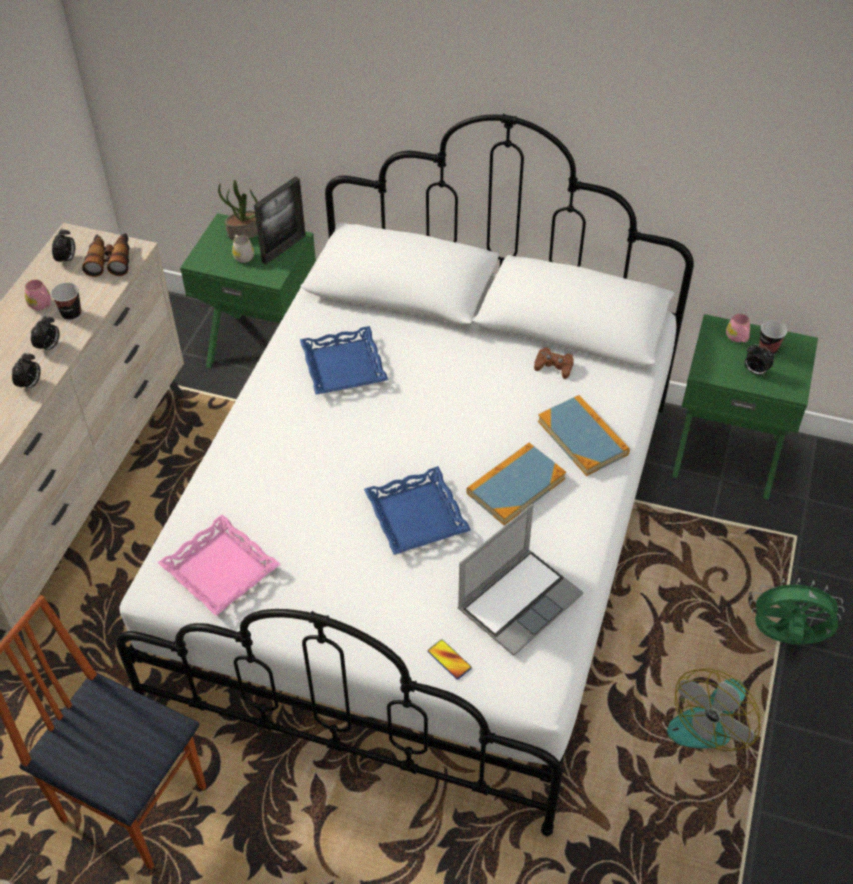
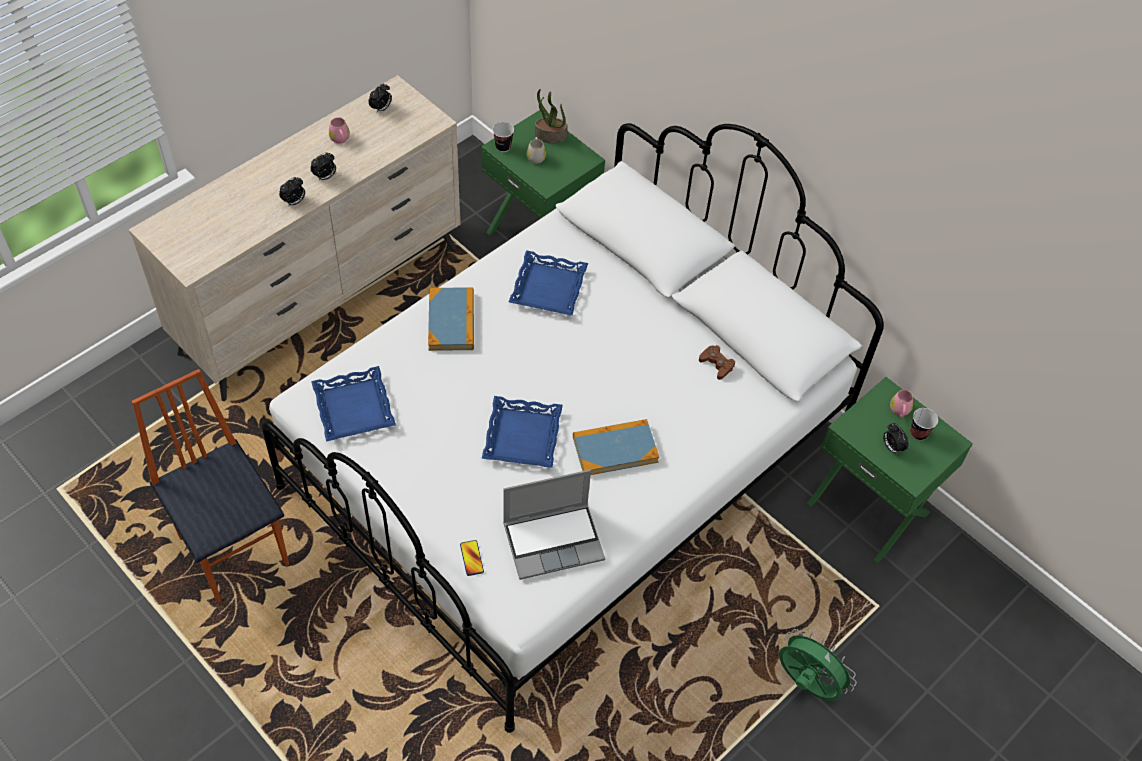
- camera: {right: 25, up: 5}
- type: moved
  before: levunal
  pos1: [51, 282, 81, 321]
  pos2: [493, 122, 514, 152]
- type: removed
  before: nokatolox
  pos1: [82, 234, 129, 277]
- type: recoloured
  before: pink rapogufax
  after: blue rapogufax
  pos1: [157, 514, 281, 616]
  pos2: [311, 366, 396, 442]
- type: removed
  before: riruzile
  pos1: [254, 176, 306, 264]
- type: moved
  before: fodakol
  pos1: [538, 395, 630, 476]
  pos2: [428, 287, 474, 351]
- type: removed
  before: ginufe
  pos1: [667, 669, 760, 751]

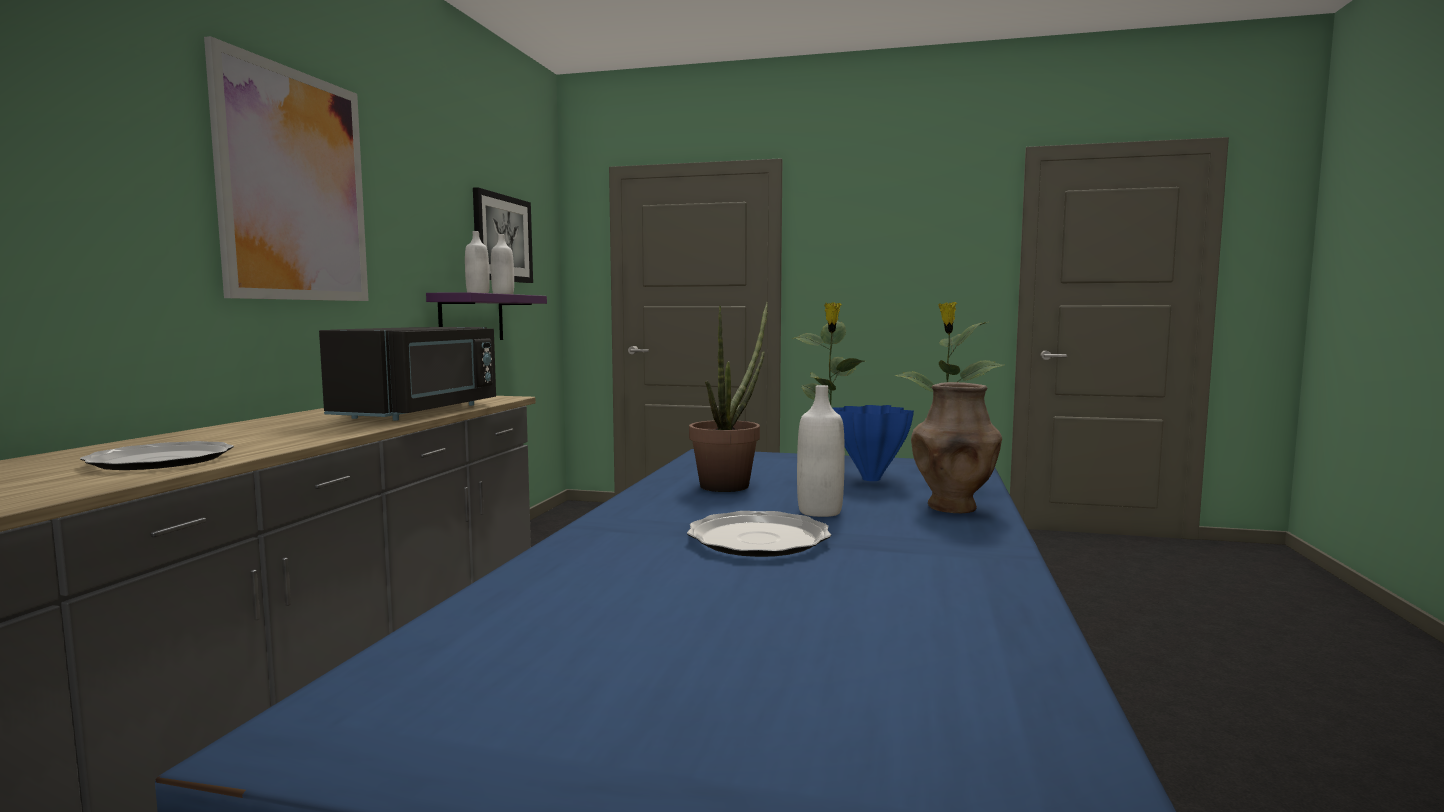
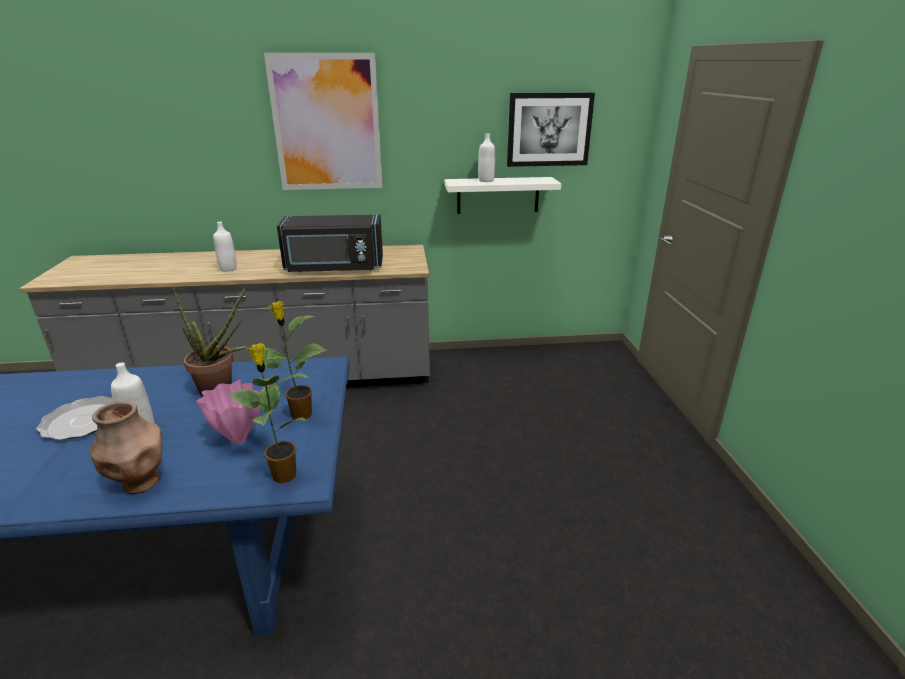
- camera: {right: 70, up: 20}
- type: removed
  before: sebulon
  pos1: [80, 441, 234, 470]
- type: recoloured
  before: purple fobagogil
  after: white fobagogil
  pos1: [426, 292, 547, 340]
  pos2: [444, 177, 561, 214]
- type: moved
  before: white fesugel
  pos1: [491, 234, 514, 294]
  pos2: [213, 222, 237, 272]
- type: recoloured
  before: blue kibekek
  after: pink kibekek
  pos1: [833, 405, 914, 481]
  pos2: [196, 380, 260, 444]

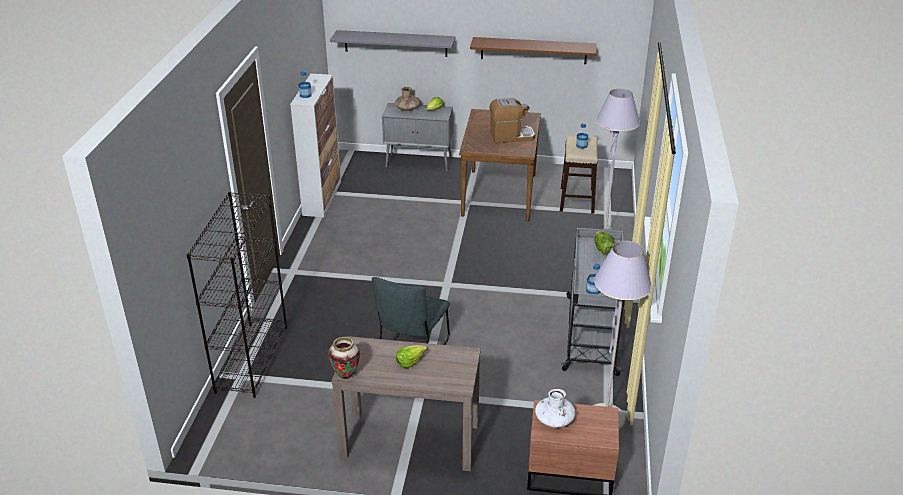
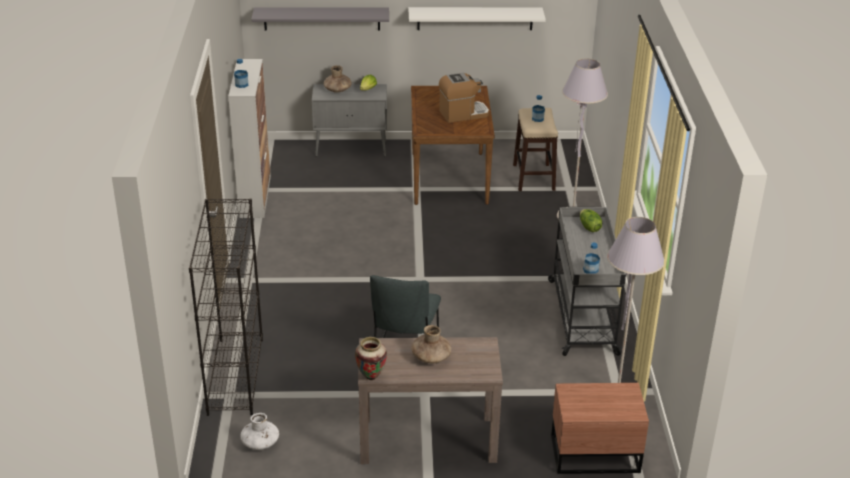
- camera: {right: -10, up: 0}
- type: replaced
  before: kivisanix
  after: brown kibekek
  pos1: [396, 345, 427, 368]
  pos2: [411, 325, 451, 363]
- type: recoloured
  before: brown fobagogil
  after: white fobagogil
  pos1: [470, 37, 597, 64]
  pos2: [409, 7, 546, 30]
- type: moved
  before: white kibekek
  pos1: [535, 389, 575, 428]
  pos2: [241, 413, 279, 450]

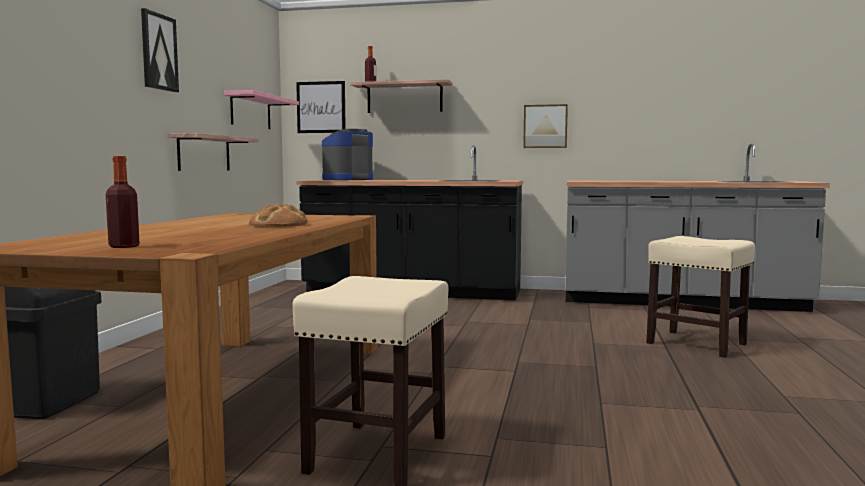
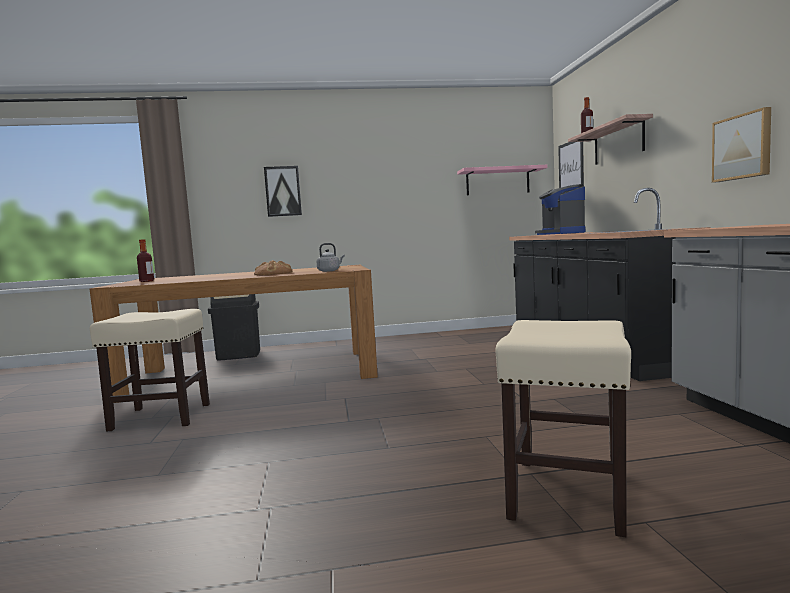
- camera: {right: 70, up: 0}
- type: moved
  before: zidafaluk
  pos1: [141, 8, 179, 92]
  pos2: [264, 166, 302, 217]
- type: removed
  before: fobagogil
  pos1: [169, 133, 259, 171]
- type: turned
  before: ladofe
  pos1: [322, 129, 373, 180]
  pos2: [535, 184, 585, 235]
  turn: -120
- type: added
  after: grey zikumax
  pos2: [316, 243, 345, 272]

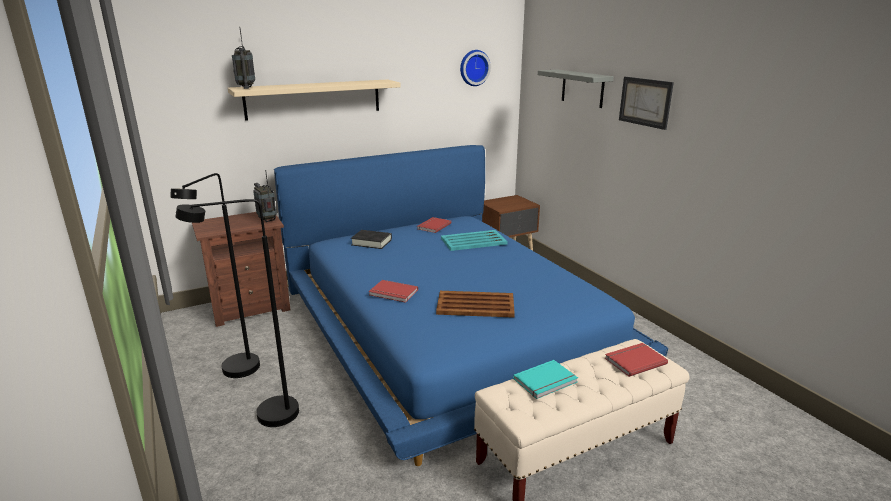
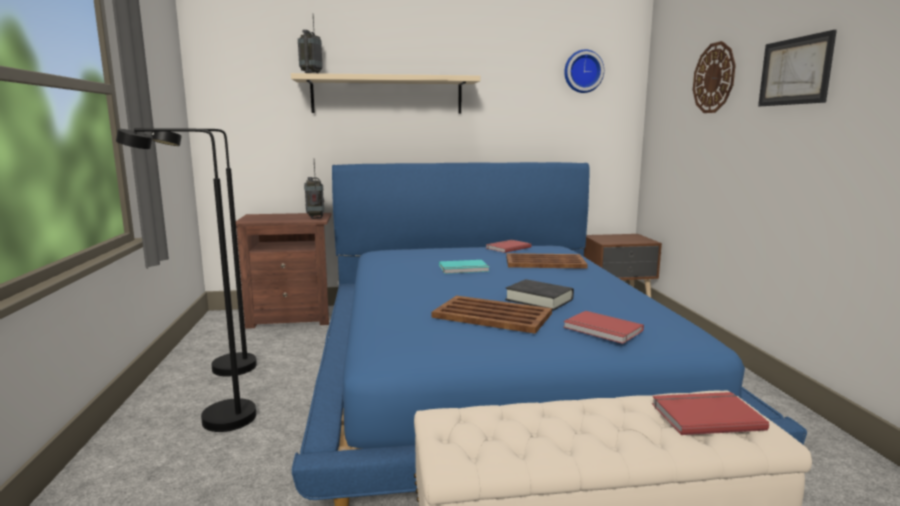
- camera: {right: 20, up: -10}
- type: moved
  before: black fodakol
  pos1: [351, 230, 392, 249]
  pos2: [505, 279, 574, 311]
- type: moved
  before: red fodakol
  pos1: [369, 280, 418, 303]
  pos2: [563, 311, 644, 344]
- type: recoloured
  before: turquoise rapogufax
  after: brown rapogufax
  pos1: [441, 230, 508, 251]
  pos2: [506, 253, 588, 269]
- type: moved
  before: turquoise fodakol
  pos1: [513, 360, 578, 399]
  pos2: [439, 260, 489, 274]
- type: replaced
  before: grey fobagogil
  after: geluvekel
  pos1: [538, 70, 614, 108]
  pos2: [693, 41, 736, 113]

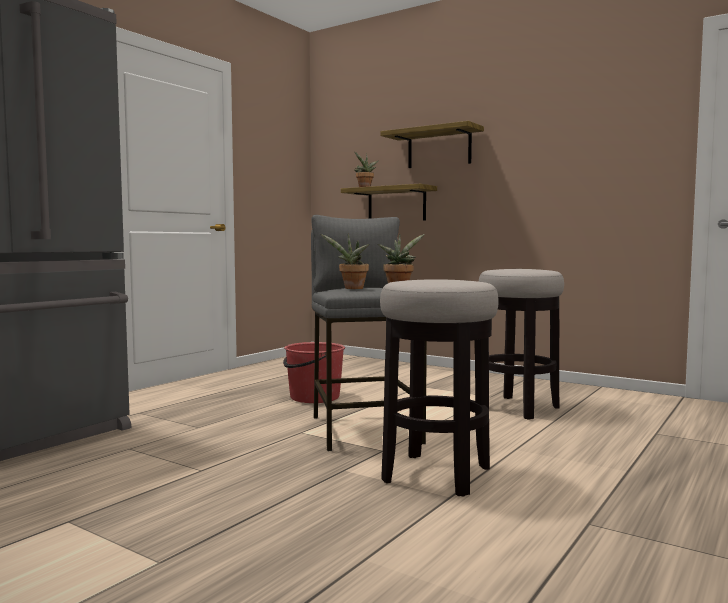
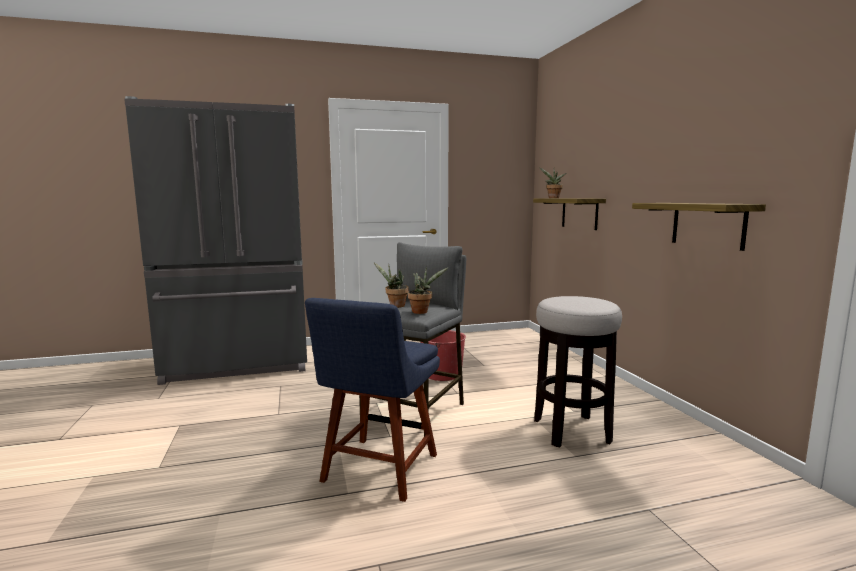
- camera: {right: 40, up: 5}
- type: moved
  before: fobagogil
  pos1: [380, 121, 484, 168]
  pos2: [632, 203, 766, 251]
- type: replaced
  before: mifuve
  after: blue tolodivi
  pos1: [380, 279, 498, 496]
  pos2: [305, 298, 440, 502]

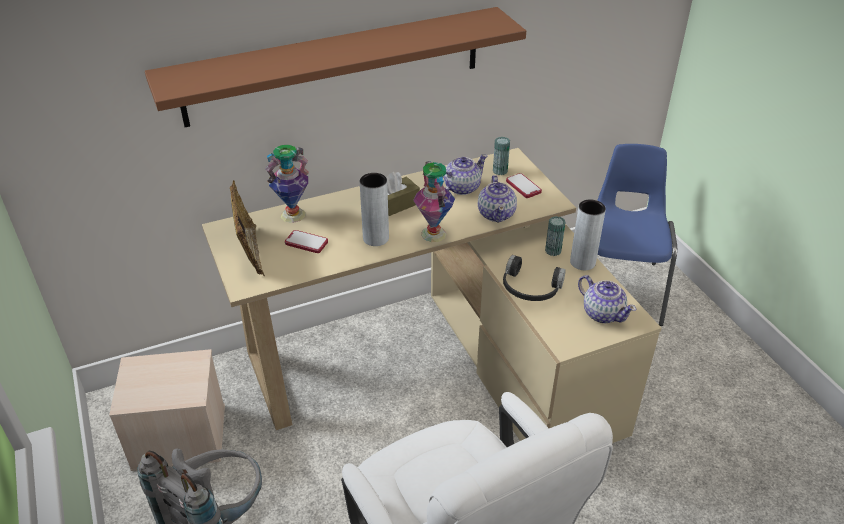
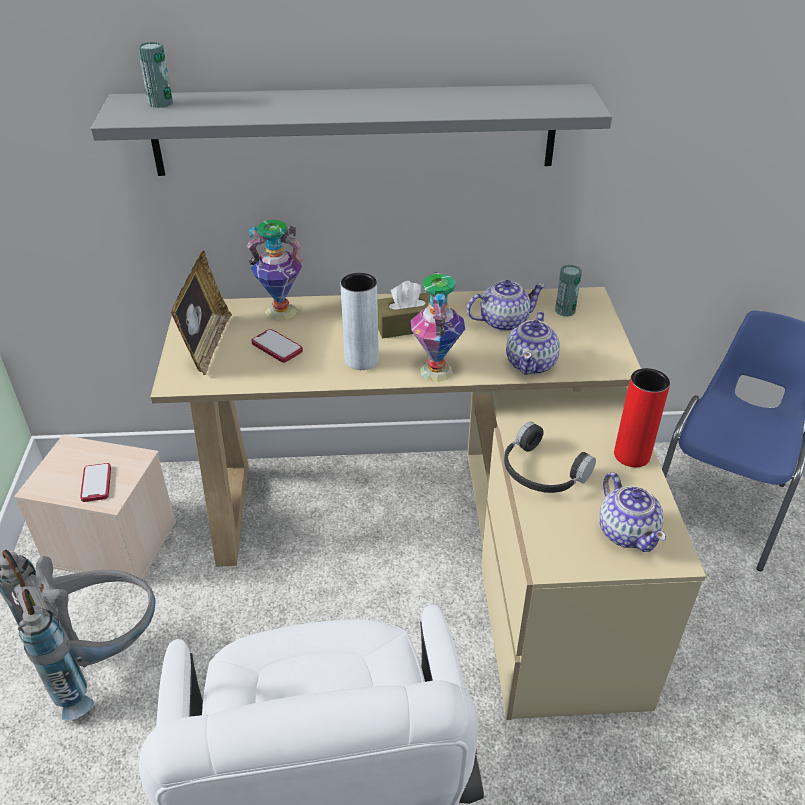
- camera: {right: 20, up: 0}
- type: recoloured
  before: brown fobagogil
  after: grey fobagogil
  pos1: [145, 7, 526, 127]
  pos2: [90, 84, 612, 176]
- type: moved
  before: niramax
  pos1: [506, 173, 542, 198]
  pos2: [80, 463, 111, 502]
- type: moved
  before: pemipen
  pos1: [545, 216, 566, 256]
  pos2: [137, 42, 173, 108]
- type: recoloured
  before: grey kibekek
  after: red kibekek
  pos1: [570, 200, 606, 270]
  pos2: [614, 368, 670, 467]

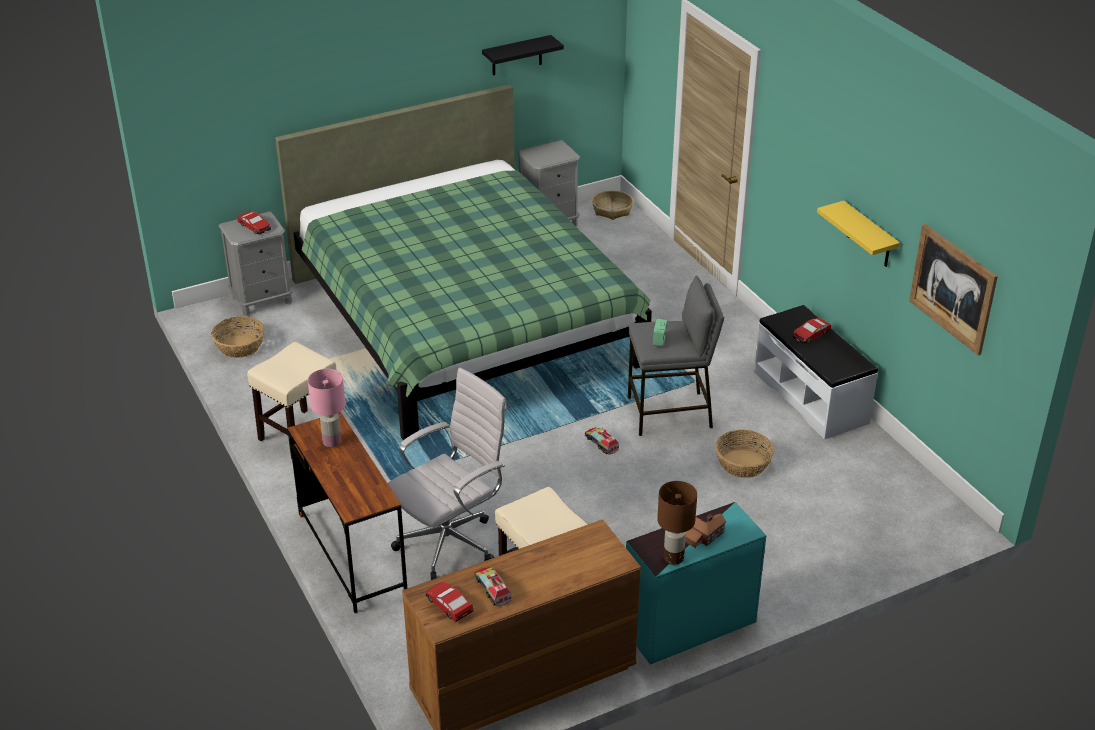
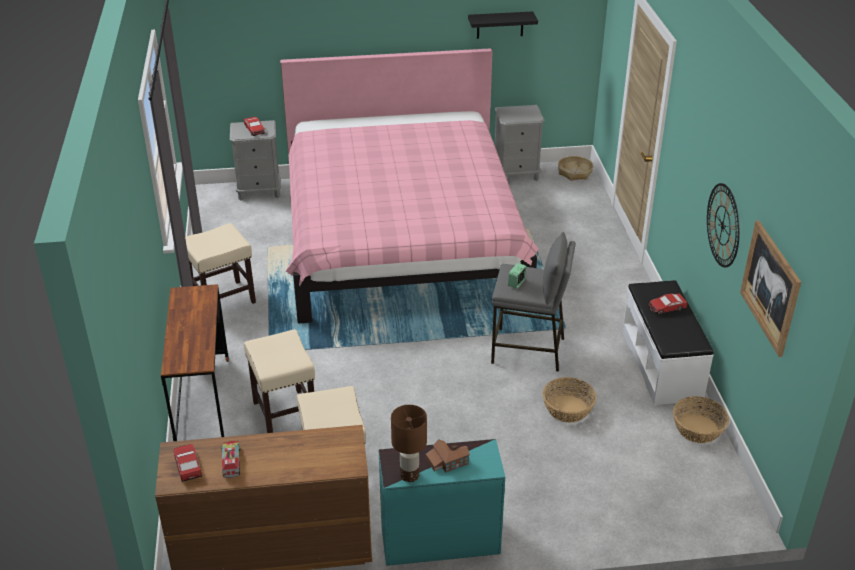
- camera: {right: 20, up: 0}
- type: moved
  before: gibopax
  pos1: [211, 316, 265, 358]
  pos2: [673, 396, 729, 443]
- type: recoloured
  before: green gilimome
  after: pink gilimome
  pos1: [275, 84, 652, 440]
  pos2: [280, 48, 539, 323]
- type: removed
  before: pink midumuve
  pos1: [308, 369, 345, 448]
- type: replaced
  before: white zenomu
  after: beige mifuve
  pos1: [387, 367, 507, 580]
  pos2: [244, 329, 315, 433]
- type: removed
  before: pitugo
  pos1: [585, 427, 619, 455]
- type: replaced
  before: yellow fobagogil
  after: geluvekel
  pos1: [817, 201, 900, 267]
  pos2: [707, 183, 740, 267]

